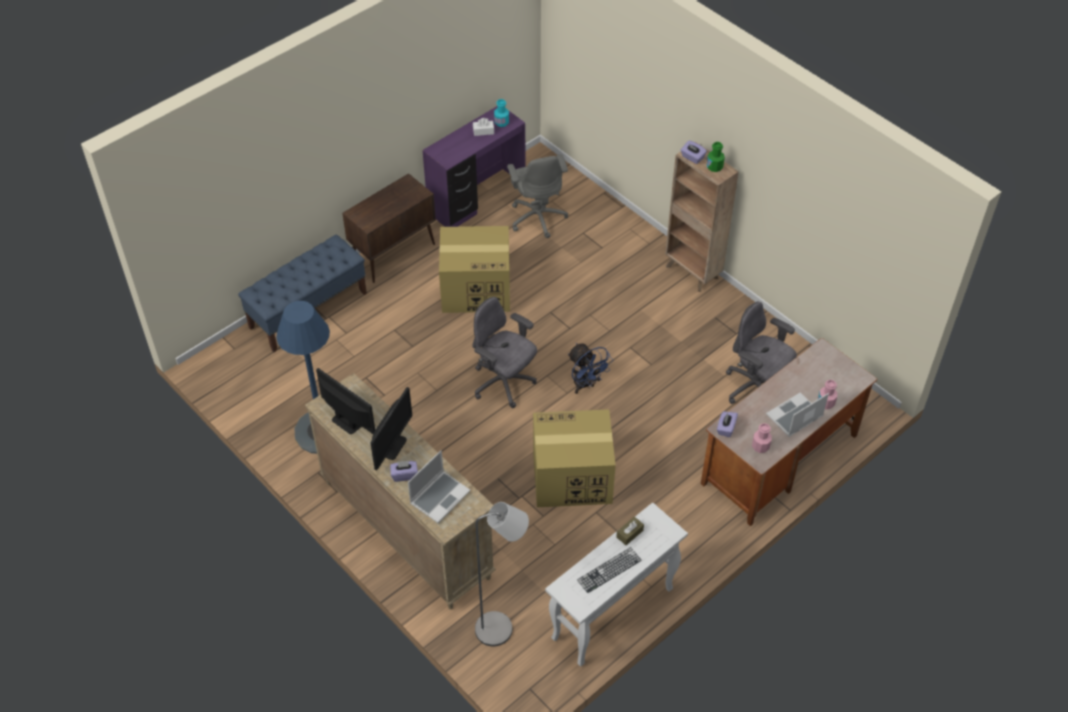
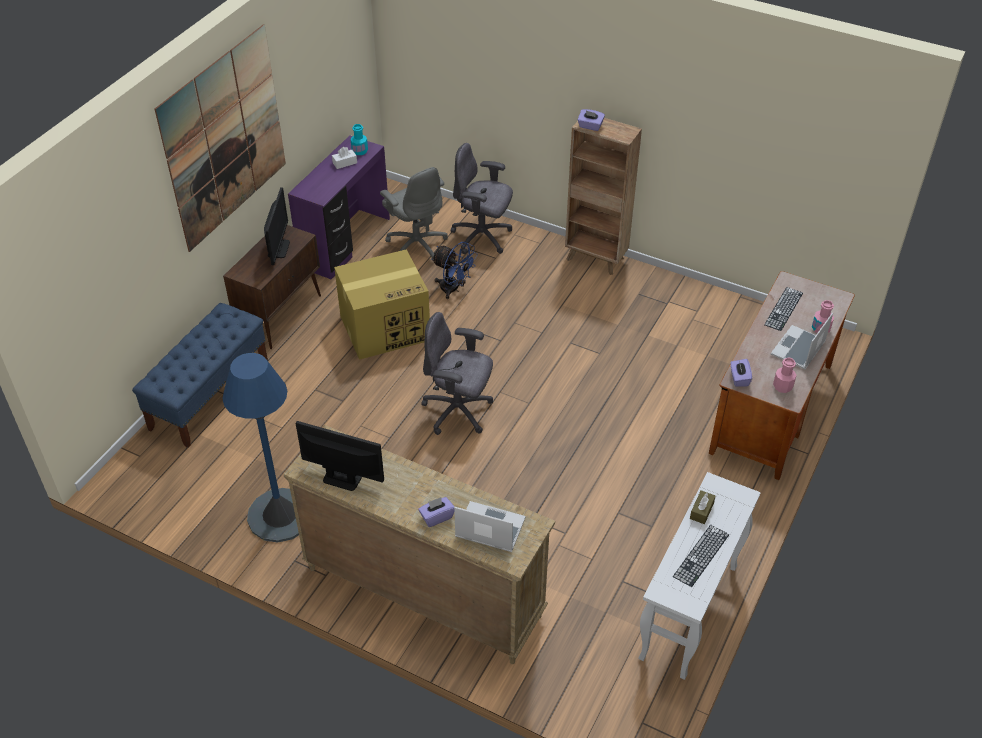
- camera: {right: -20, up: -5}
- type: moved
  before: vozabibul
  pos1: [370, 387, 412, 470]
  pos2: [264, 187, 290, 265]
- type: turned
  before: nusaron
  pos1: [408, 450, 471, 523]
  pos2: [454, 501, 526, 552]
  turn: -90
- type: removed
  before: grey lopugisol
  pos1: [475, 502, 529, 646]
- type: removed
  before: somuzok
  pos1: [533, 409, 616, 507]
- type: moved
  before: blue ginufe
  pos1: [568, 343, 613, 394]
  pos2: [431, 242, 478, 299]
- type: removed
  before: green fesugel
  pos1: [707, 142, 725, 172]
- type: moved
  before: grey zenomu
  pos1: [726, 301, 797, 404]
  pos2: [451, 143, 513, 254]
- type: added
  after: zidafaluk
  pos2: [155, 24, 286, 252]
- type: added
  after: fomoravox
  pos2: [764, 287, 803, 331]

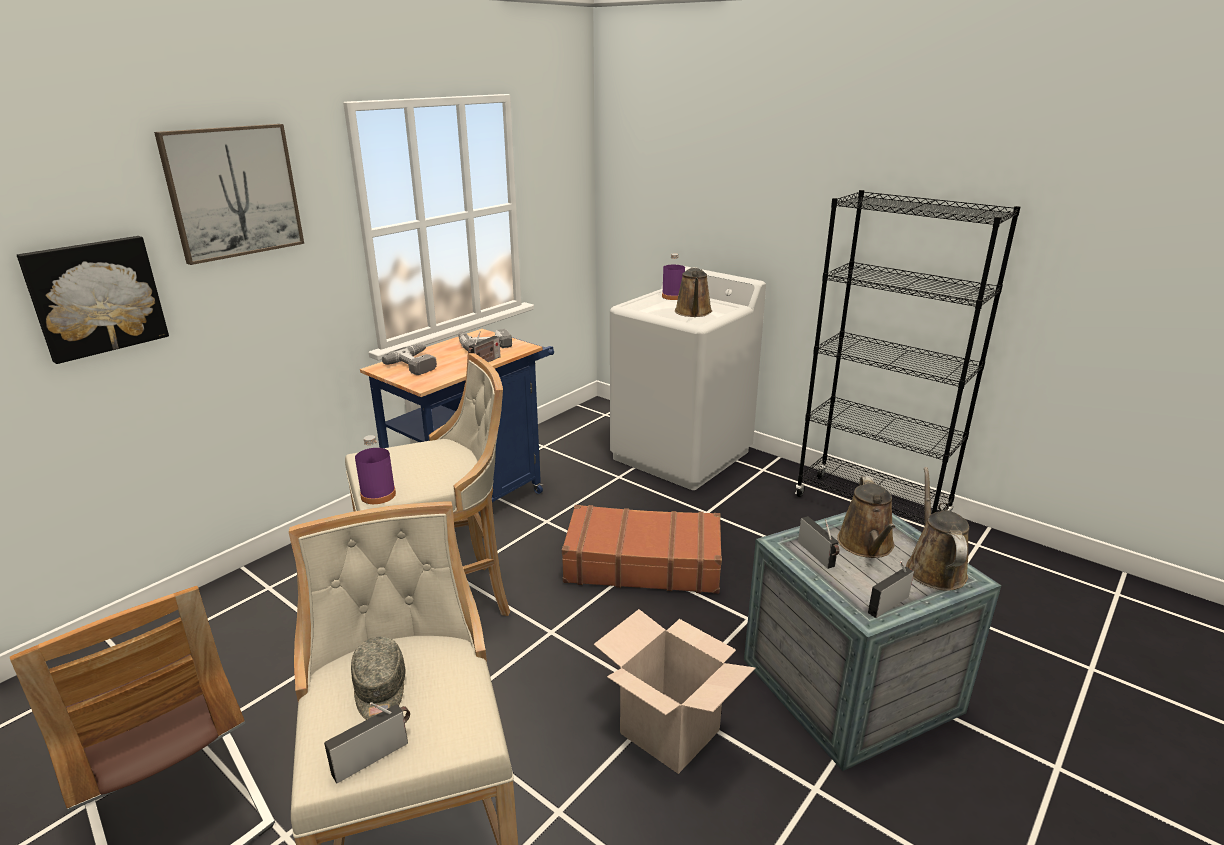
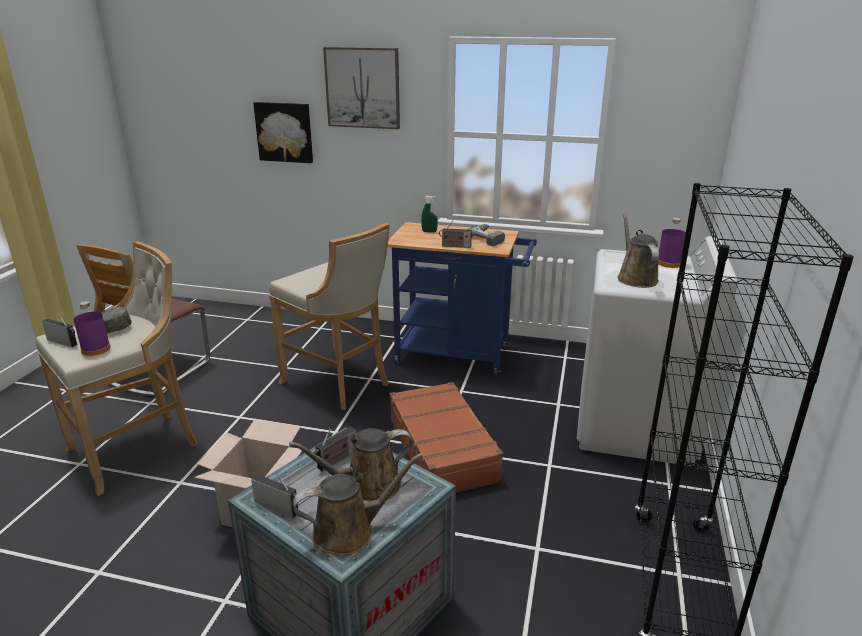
- camera: {right: 65, up: 0}
- type: moved
  before: purple fesugel
  pos1: [355, 435, 396, 504]
  pos2: [74, 301, 111, 356]
- type: replaced
  before: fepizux
  after: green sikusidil
  pos1: [382, 345, 437, 375]
  pos2: [421, 196, 438, 233]
- type: turned
  before: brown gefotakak
  pos1: [675, 267, 712, 317]
  pos2: [617, 213, 659, 288]
  turn: 105

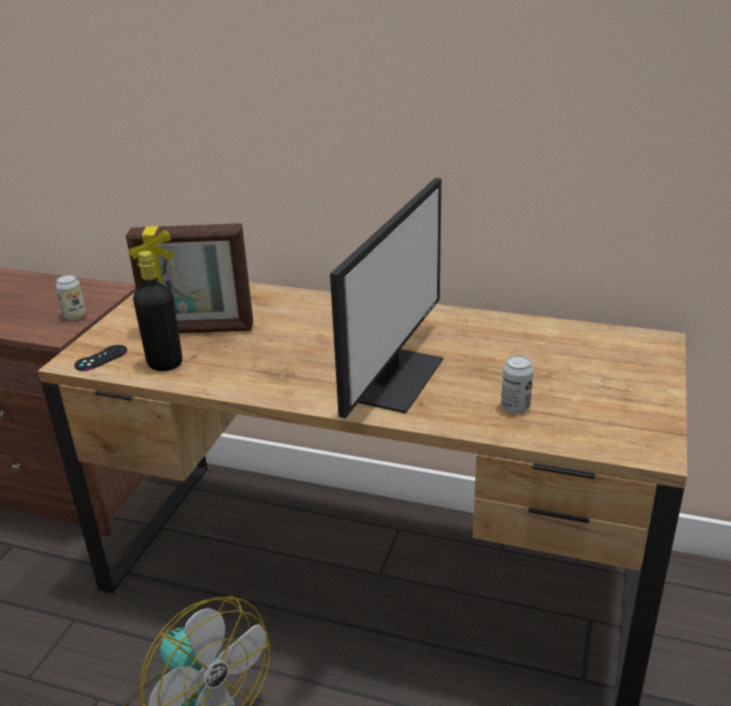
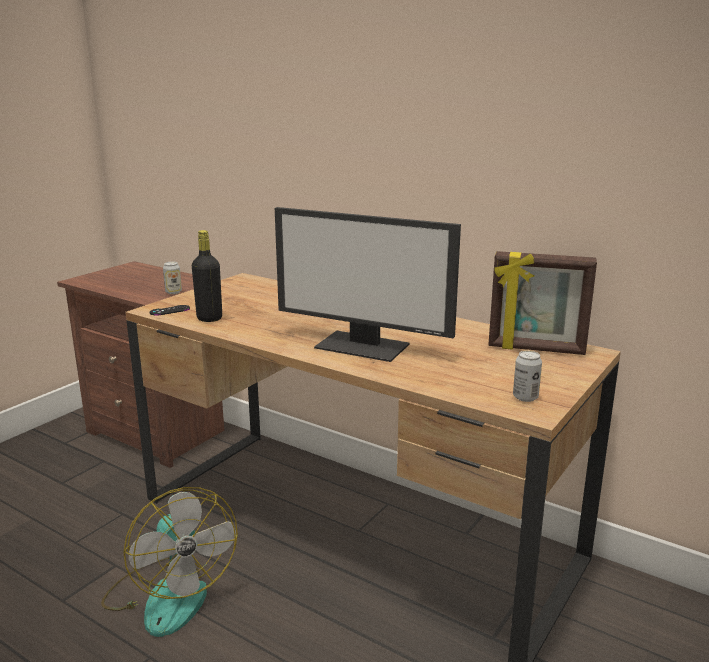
- camera: {right: 15, up: -10}
- type: moved
  before: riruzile
  pos1: [126, 223, 253, 333]
  pos2: [488, 251, 597, 355]
- type: turned
  before: vozabibul
  pos1: [330, 178, 443, 419]
  pos2: [275, 207, 461, 362]
  turn: 75
- type: moved
  before: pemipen
  pos1: [501, 355, 534, 414]
  pos2: [513, 351, 542, 402]

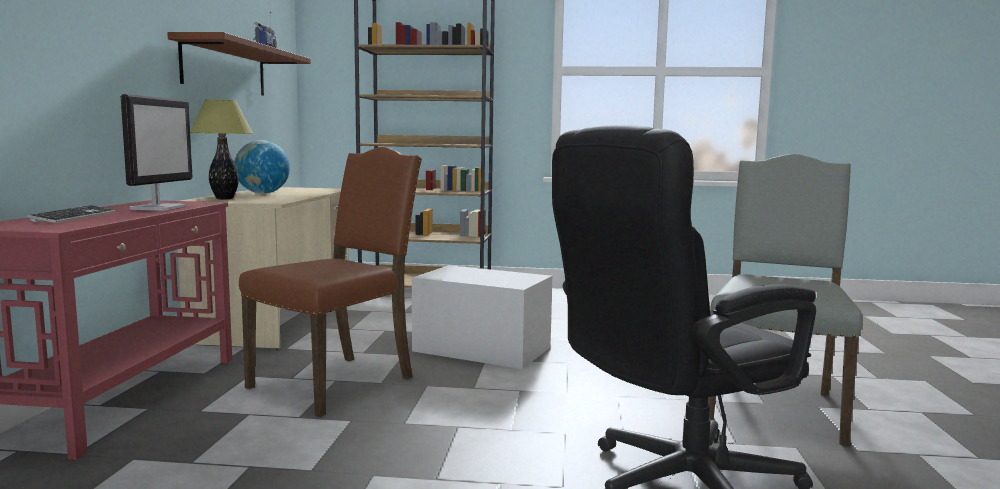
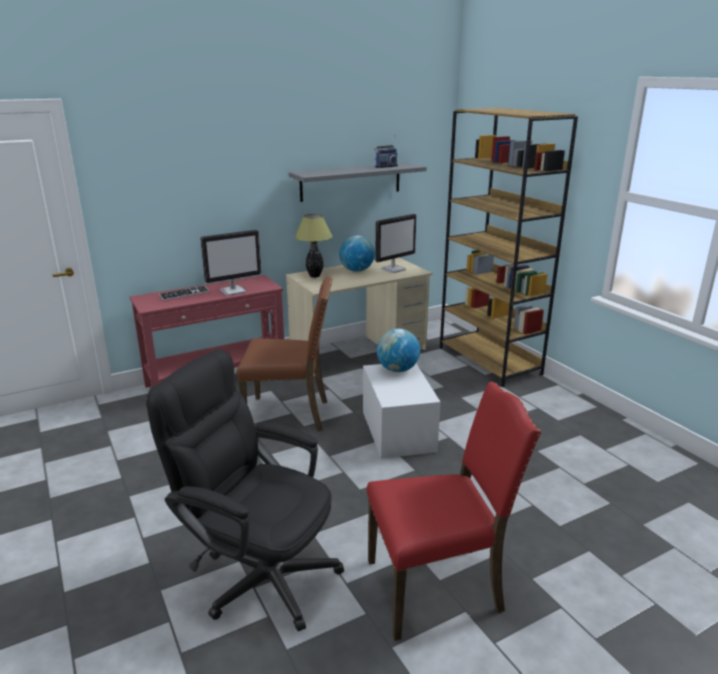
- camera: {right: 55, up: 15}
- type: recoloured
  before: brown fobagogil
  after: grey fobagogil
  pos1: [167, 32, 311, 95]
  pos2: [289, 163, 427, 202]
- type: recoloured
  before: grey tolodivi
  after: red tolodivi
  pos1: [708, 154, 863, 446]
  pos2: [367, 382, 541, 641]
- type: added
  after: vozabibul
  pos2: [375, 214, 417, 273]
- type: added
  after: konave
  pos2: [377, 329, 420, 372]

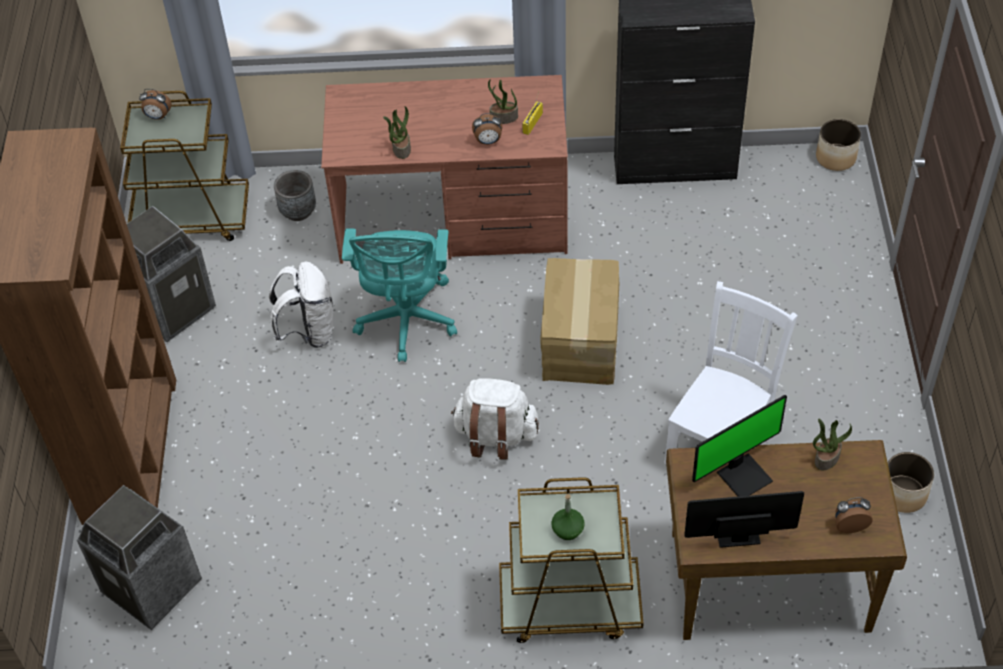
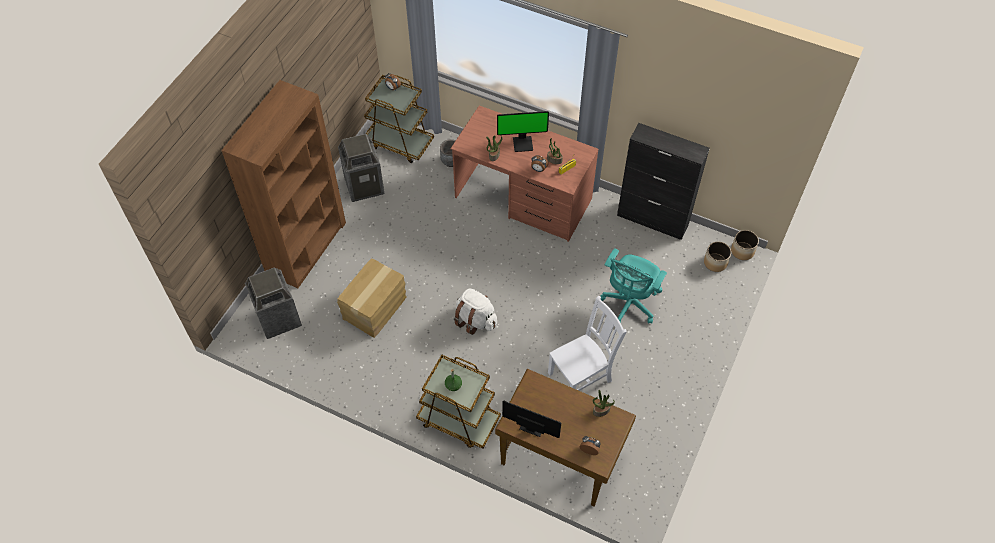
- camera: {right: 25, up: 5}
- type: removed
  before: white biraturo
  pos1: [269, 262, 334, 348]
- type: moved
  before: turquoise zenomu
  pos1: [342, 229, 457, 362]
  pos2: [600, 248, 667, 324]
- type: moved
  before: somuzok
  pos1: [540, 258, 619, 385]
  pos2: [337, 258, 406, 338]
- type: moved
  before: vozabibul
  pos1: [692, 395, 787, 497]
  pos2: [497, 111, 549, 152]
- type: moved
  before: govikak
  pos1: [888, 452, 934, 513]
  pos2: [704, 241, 731, 272]

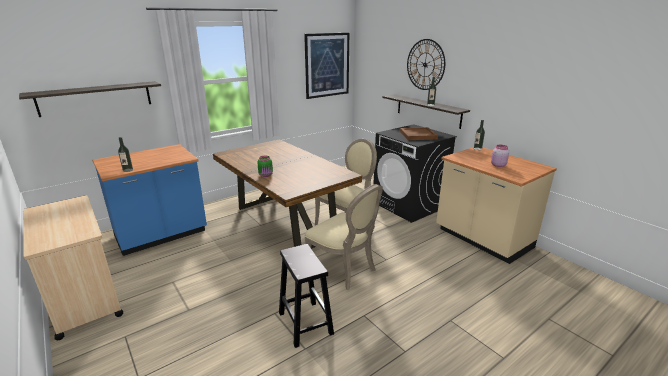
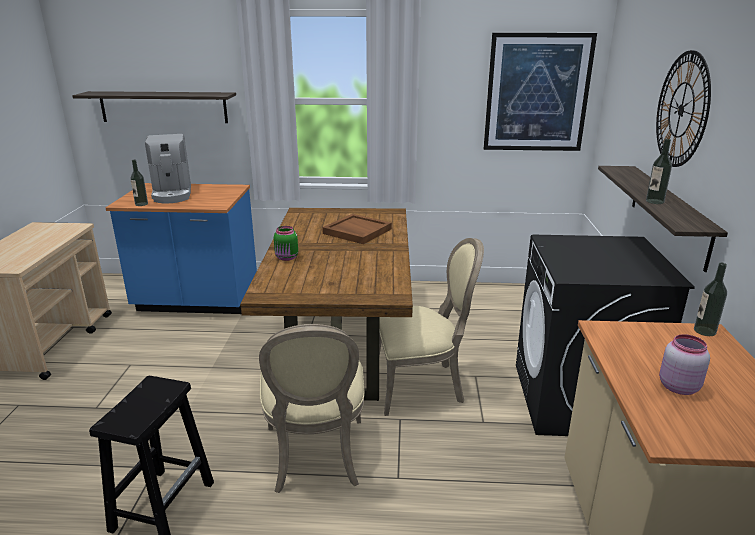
- camera: {right: 40, up: 0}
- type: moved
  before: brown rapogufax
  pos1: [400, 127, 438, 140]
  pos2: [322, 214, 392, 244]
- type: added
  after: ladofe
  pos2: [145, 134, 191, 203]

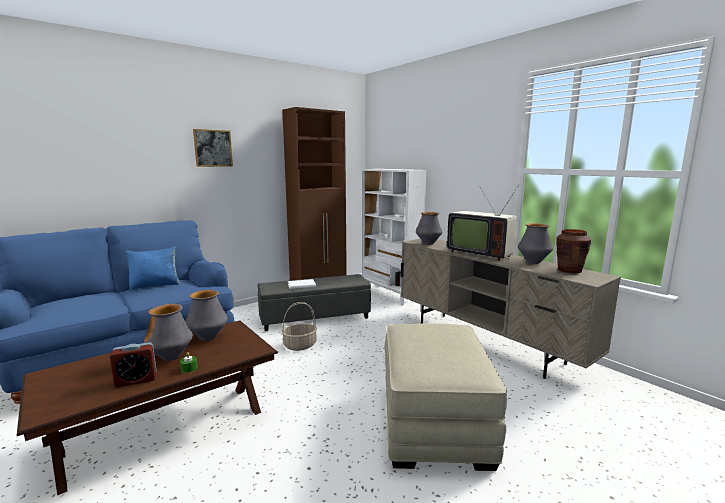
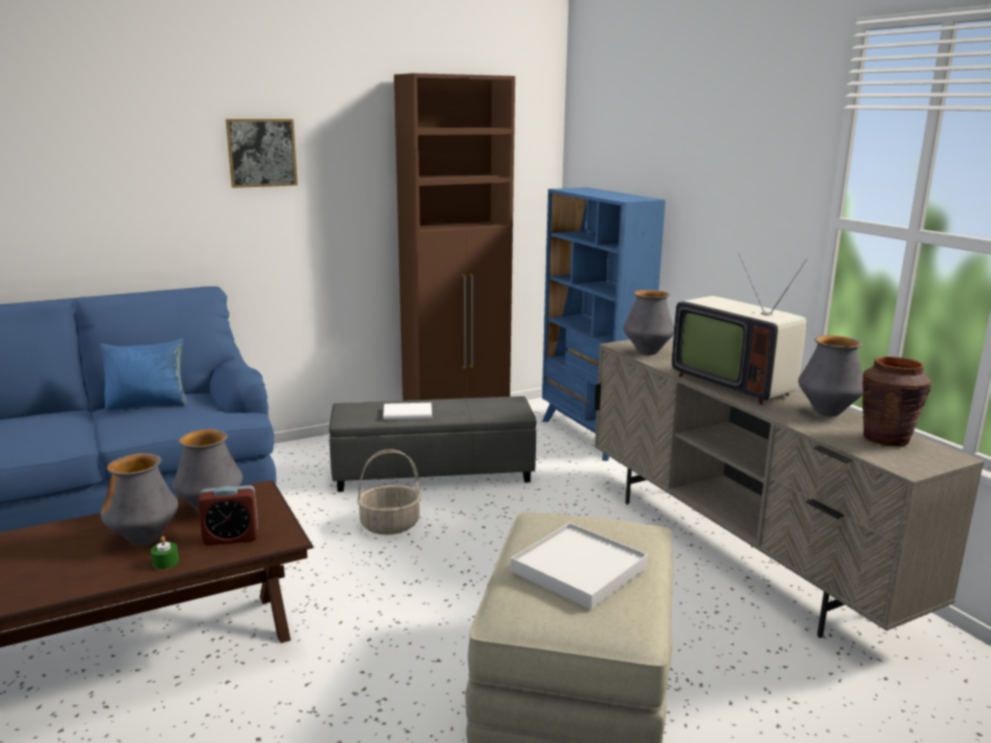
- camera: {right: 10, up: 5}
- type: moved
  before: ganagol
  pos1: [110, 342, 157, 387]
  pos2: [198, 485, 258, 545]
- type: recoloured
  before: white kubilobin
  after: blue kubilobin
  pos1: [363, 169, 426, 306]
  pos2: [542, 187, 665, 461]
- type: added
  after: white rapogufax
  pos2: [511, 523, 648, 609]

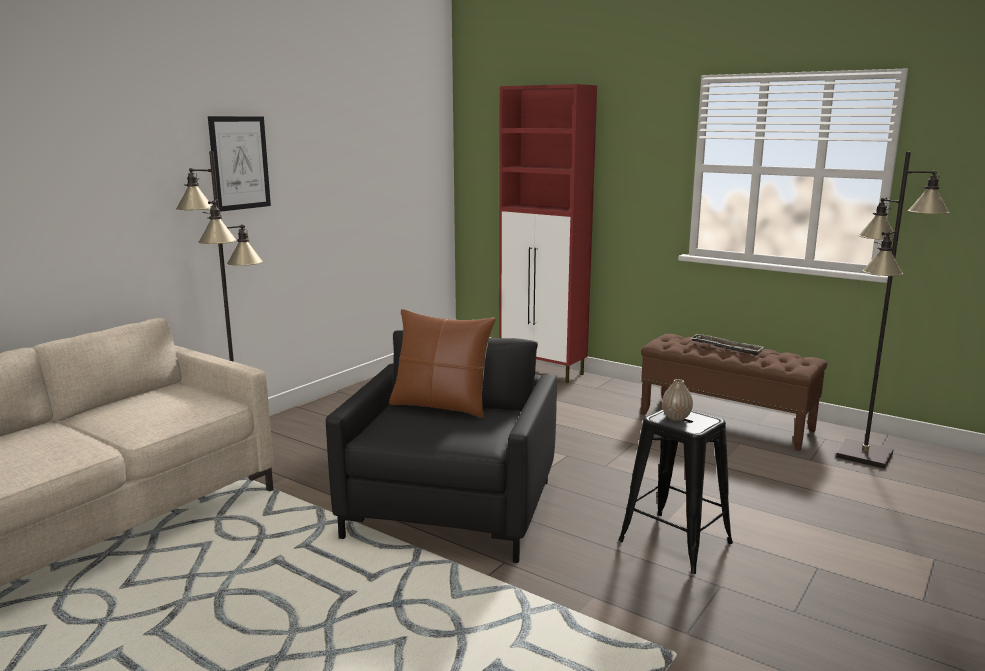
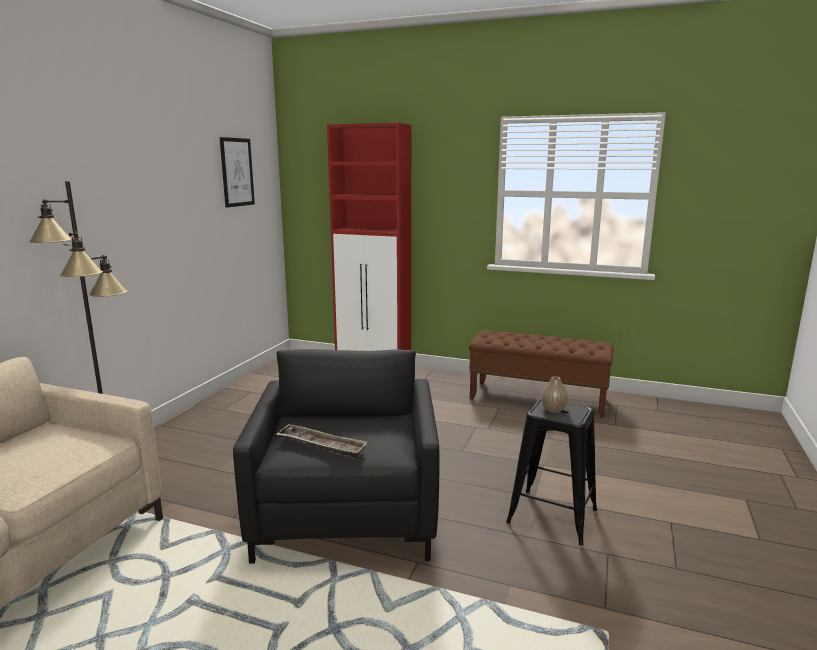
- camera: {right: -15, up: 0}
- type: moved
  before: zidafaluk
  pos1: [208, 116, 271, 212]
  pos2: [220, 137, 255, 208]
- type: removed
  before: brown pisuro
  pos1: [389, 309, 496, 418]
- type: moved
  before: rapogufax
  pos1: [691, 333, 764, 356]
  pos2: [276, 424, 368, 458]
- type: removed
  before: black lopugisol
  pos1: [836, 152, 950, 469]

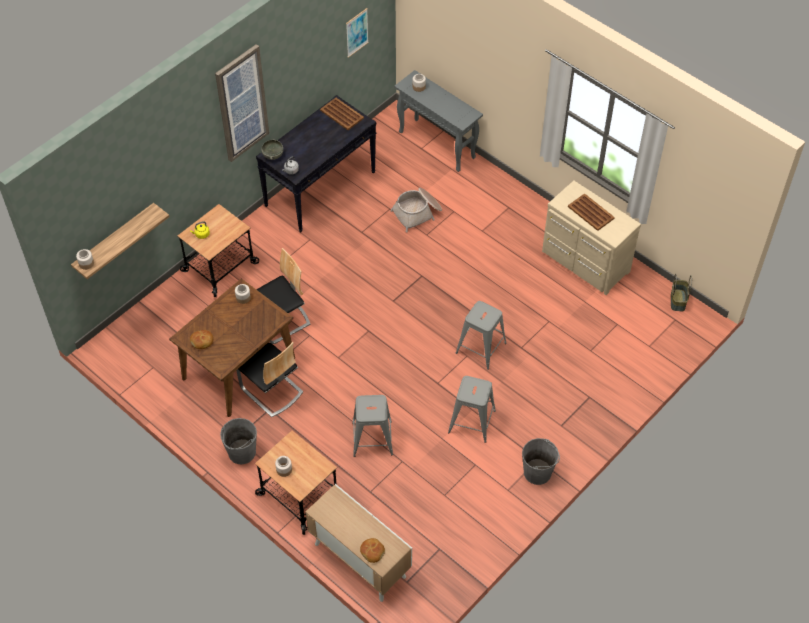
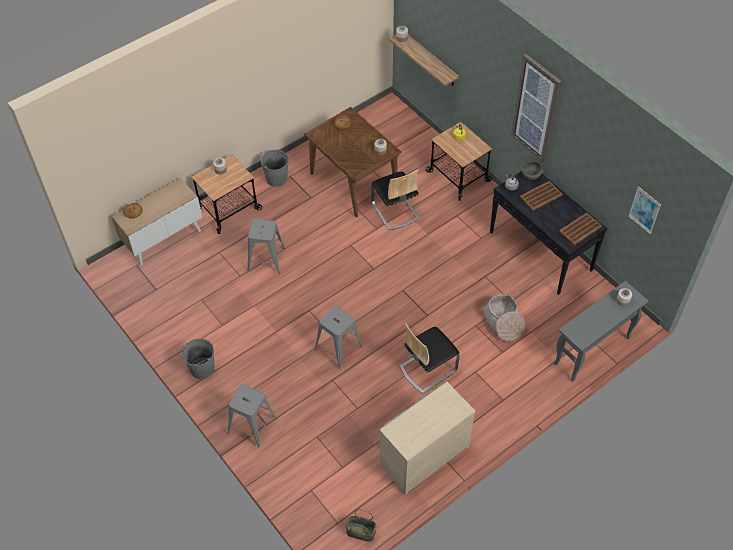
- camera: {right: 100, up: 0}
- type: moved
  before: tolodivi
  pos1: [236, 342, 303, 417]
  pos2: [400, 323, 460, 393]
- type: moved
  before: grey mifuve
  pos1: [448, 376, 496, 443]
  pos2: [228, 385, 277, 448]
- type: moved
  before: brown rapogufax
  pos1: [568, 193, 615, 231]
  pos2: [520, 181, 563, 211]

